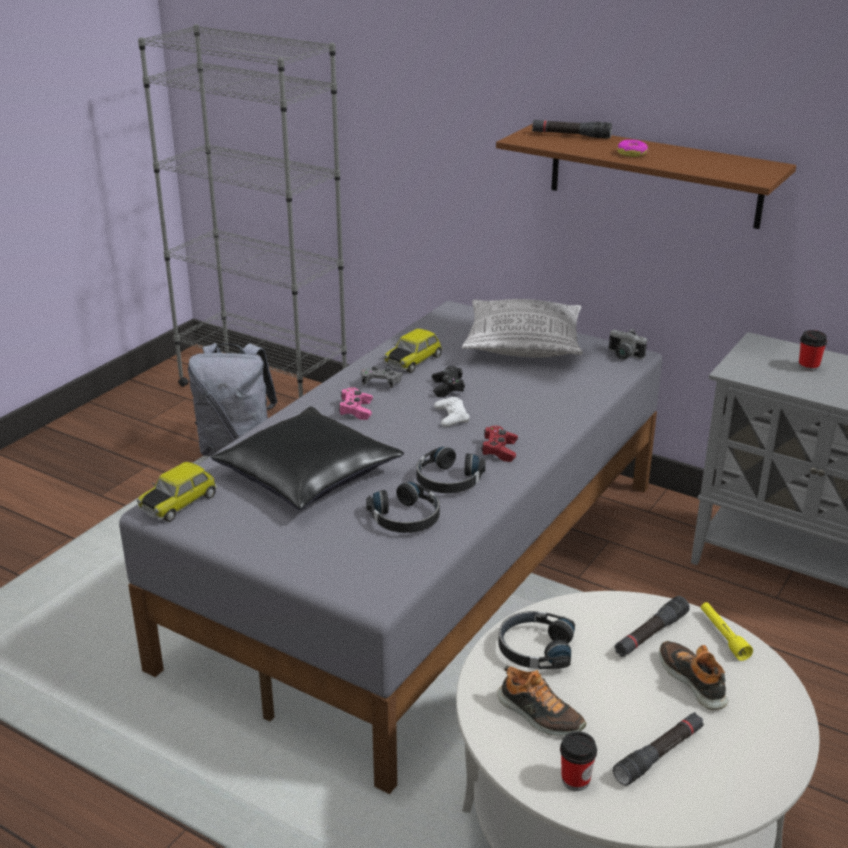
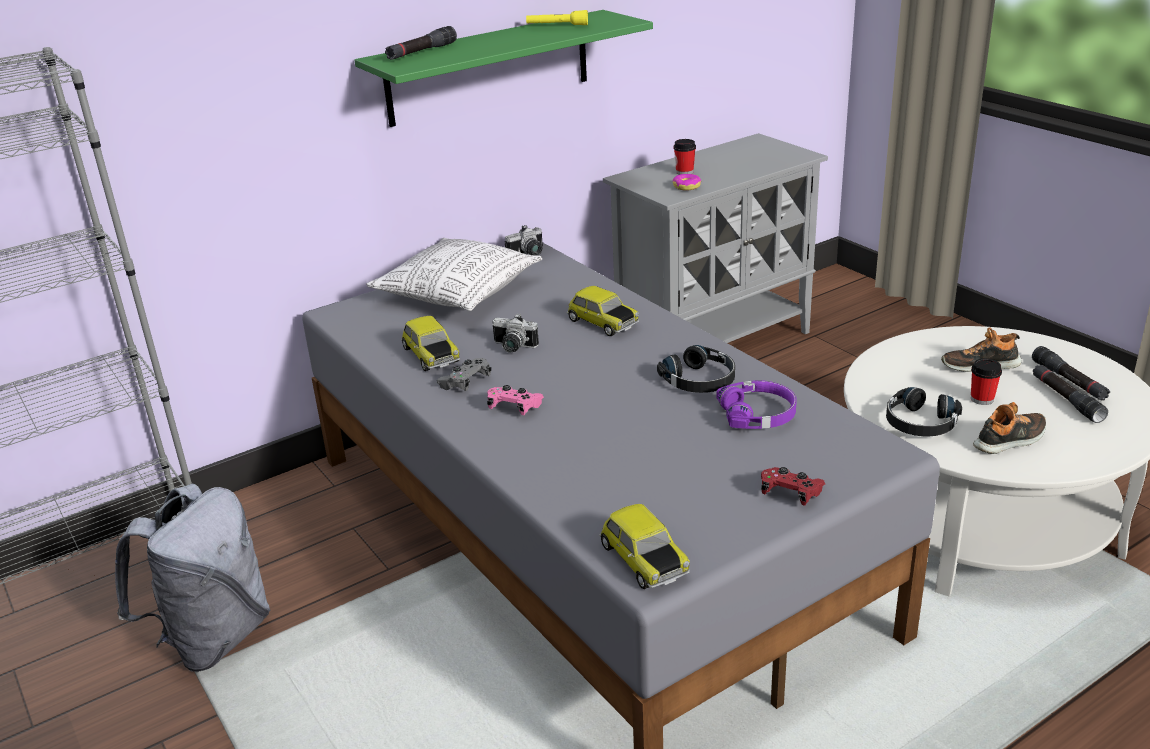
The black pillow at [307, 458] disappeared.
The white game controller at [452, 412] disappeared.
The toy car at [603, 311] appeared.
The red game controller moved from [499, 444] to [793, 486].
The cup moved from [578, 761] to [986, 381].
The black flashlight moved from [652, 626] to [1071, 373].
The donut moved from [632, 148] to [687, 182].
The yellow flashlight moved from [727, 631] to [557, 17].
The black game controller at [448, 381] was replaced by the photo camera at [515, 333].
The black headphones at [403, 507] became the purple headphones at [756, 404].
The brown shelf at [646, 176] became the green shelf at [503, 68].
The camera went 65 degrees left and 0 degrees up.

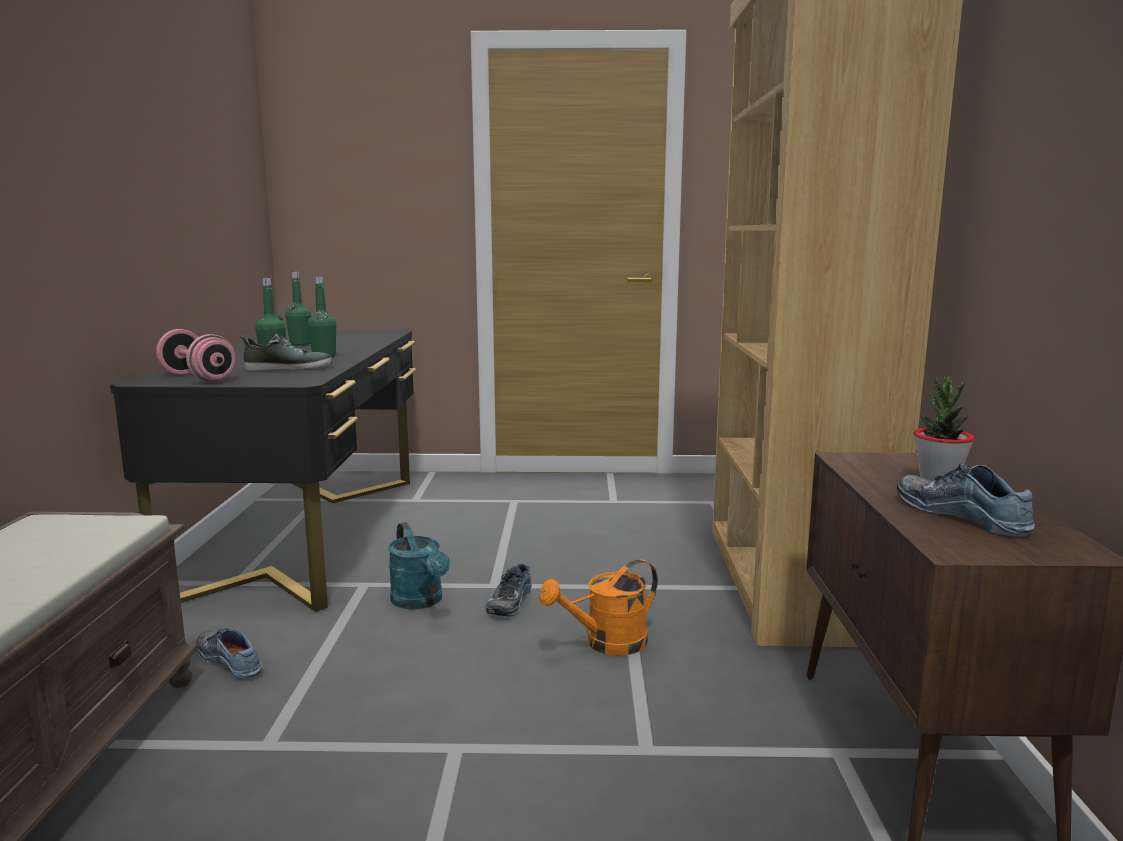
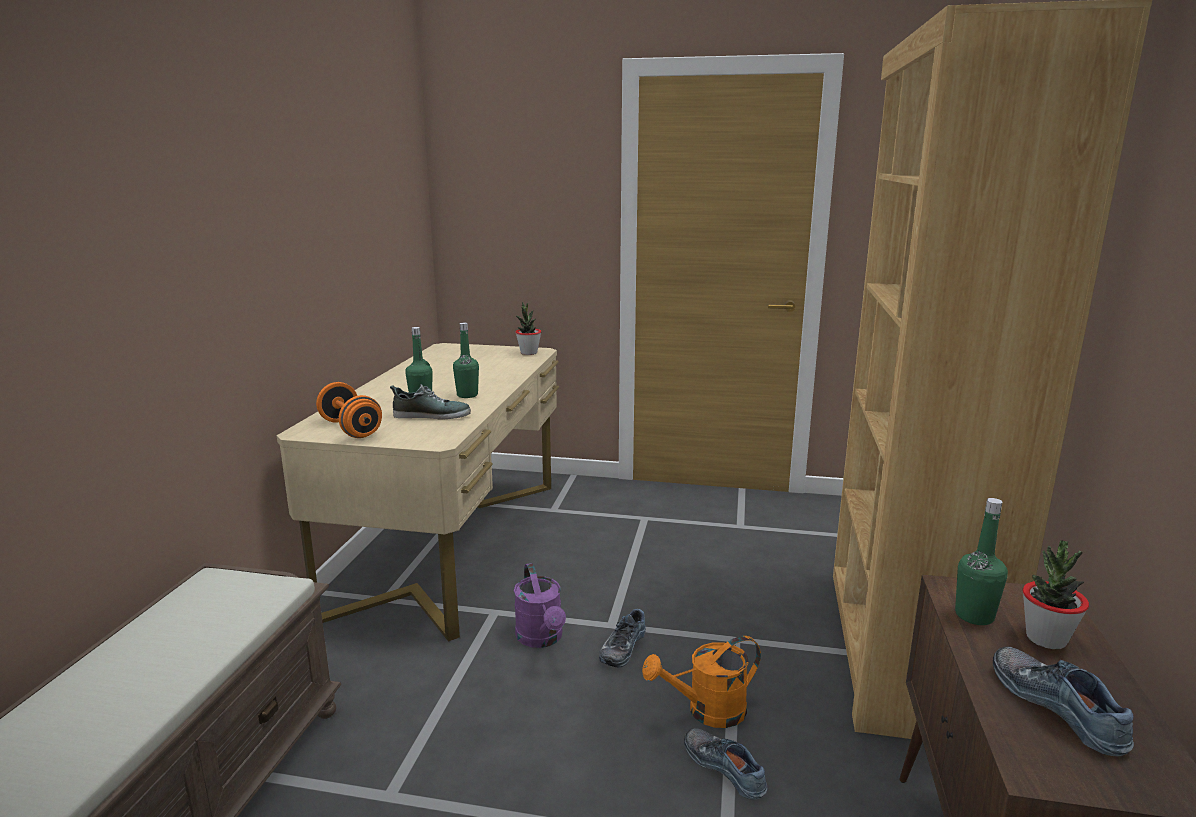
The potted plant at [528, 328] appeared.
The shoe moved from [229, 654] to [725, 764].
The green bottle moved from [298, 308] to [981, 561].
The black desk at [263, 471] became the beige desk at [418, 492].
The pink dumbbell at [195, 355] became the orange dumbbell at [349, 410].
The turquoise watering can at [419, 565] became the purple watering can at [540, 605].
The camera went 10 degrees right and 5 degrees up.

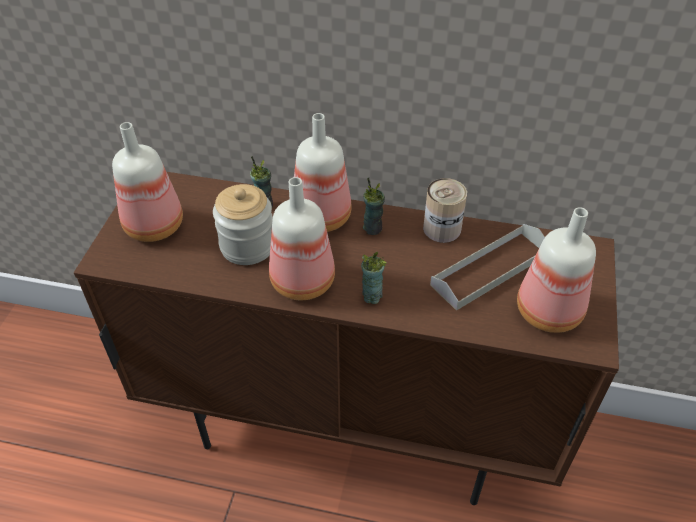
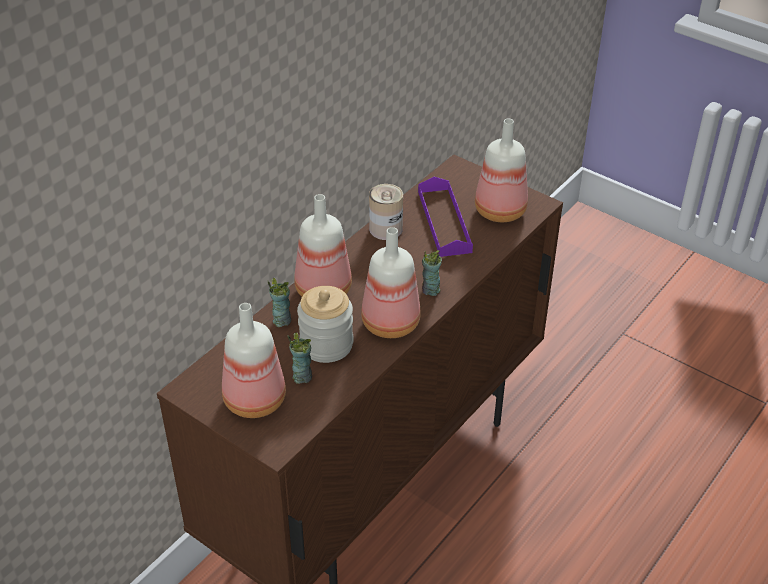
The cup moved from [374, 206] to [300, 358].
The grey tray at [487, 267] became the purple tray at [445, 217].
The camera went 65 degrees left and 5 degrees down.

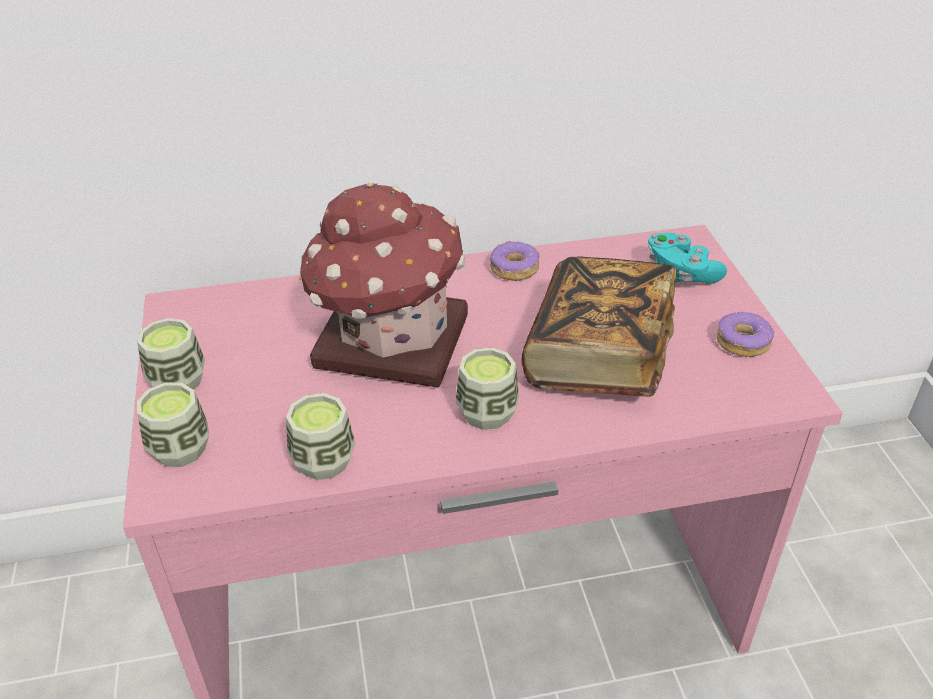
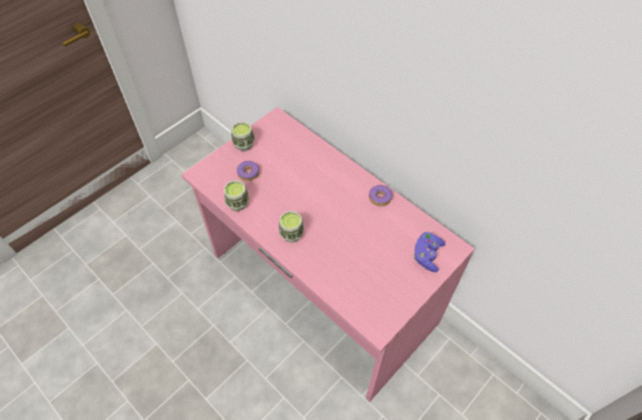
The cup at [173, 425] disappeared.
The toy house at [383, 285] disappeared.
The book at [599, 326] disappeared.
The donut moved from [745, 334] to [248, 171].
The turquoise game controller at [687, 258] became the purple game controller at [429, 252].
The camera went 55 degrees right and 15 degrees up.

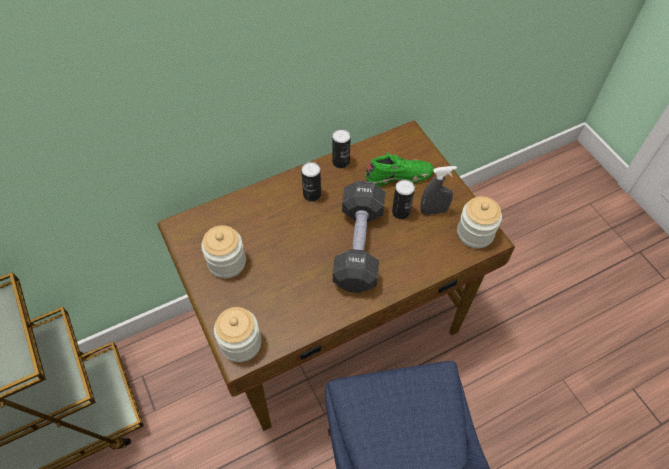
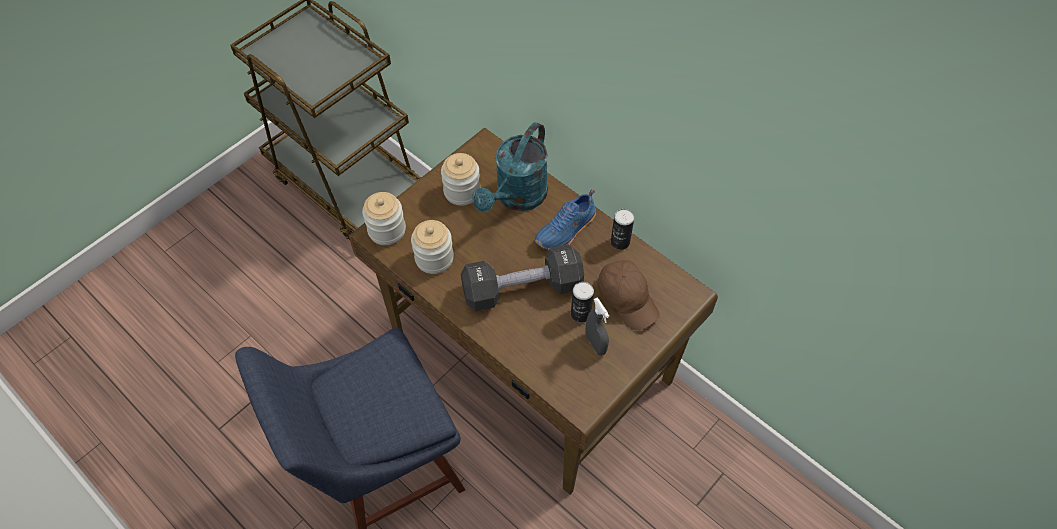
The turquoise watering can at [510, 167] appeared.
The jar moved from [479, 222] to [432, 247].
The can at [311, 182] was replaced by the blue shoe at [565, 219].
The green shoe at [400, 169] was replaced by the brown cap at [628, 295].
The camera went 70 degrees right and 0 degrees up.

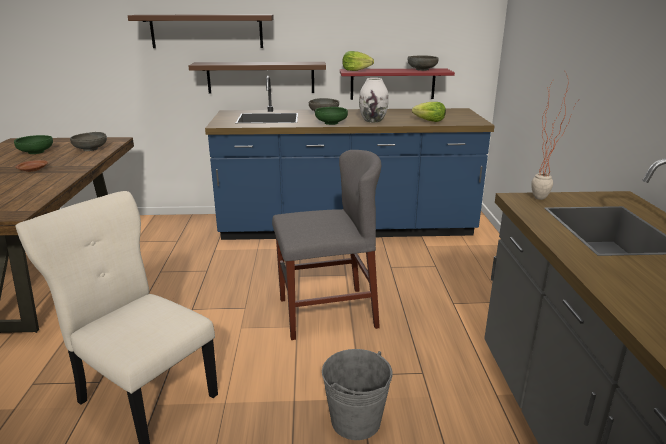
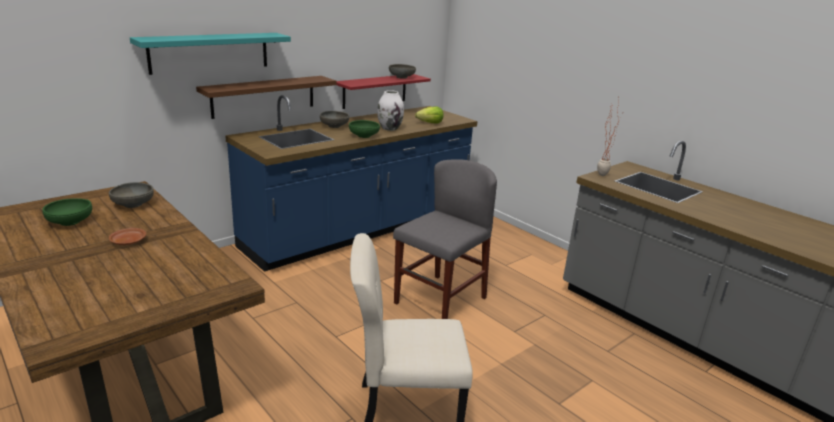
The grey bucket at [357, 394] disappeared.
The lettuce at [358, 61] disappeared.
The brown shelf at [201, 31] became the turquoise shelf at [210, 54].
The camera went 40 degrees left and 0 degrees up.

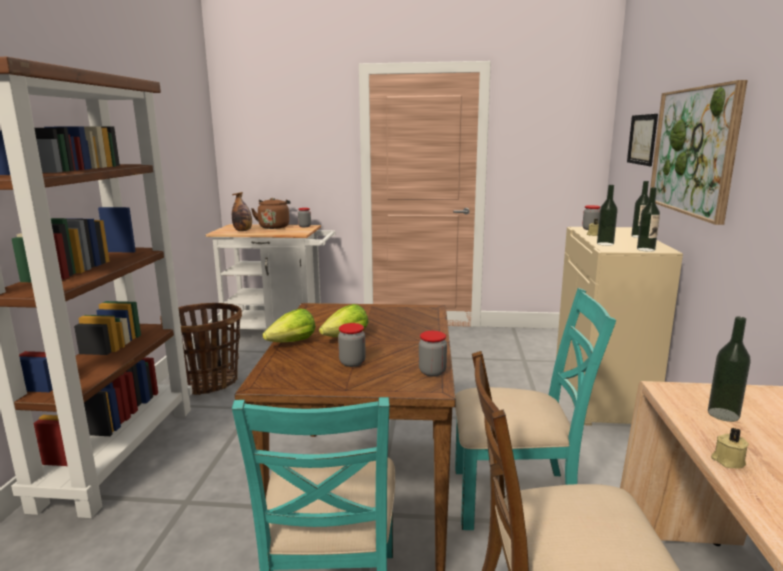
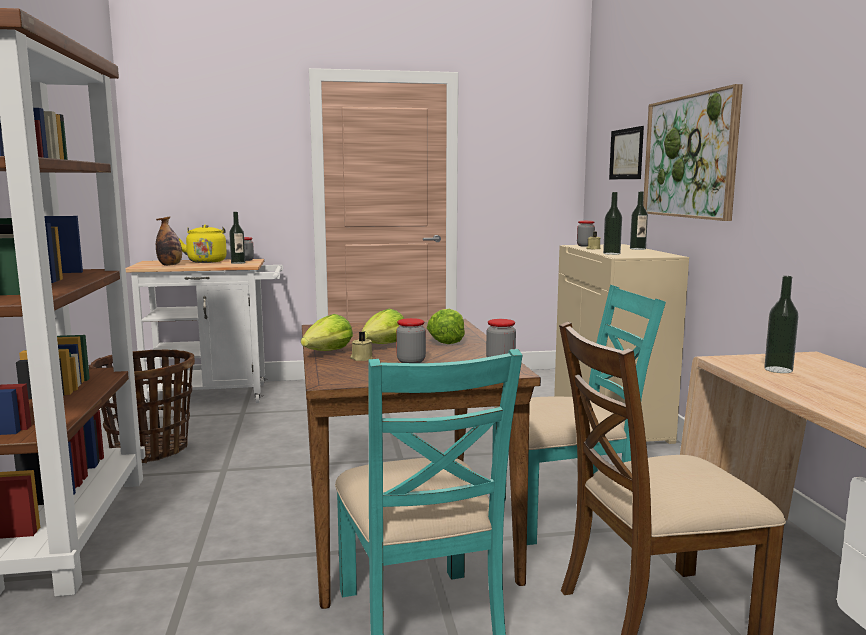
The lettuce at [446, 326] appeared.
The bottle moved from [648, 219] to [237, 238].
The beige candle moved from [730, 448] to [361, 346].
The brown kettle at [270, 213] became the yellow kettle at [203, 244].
The camera went 15 degrees left and 5 degrees down.

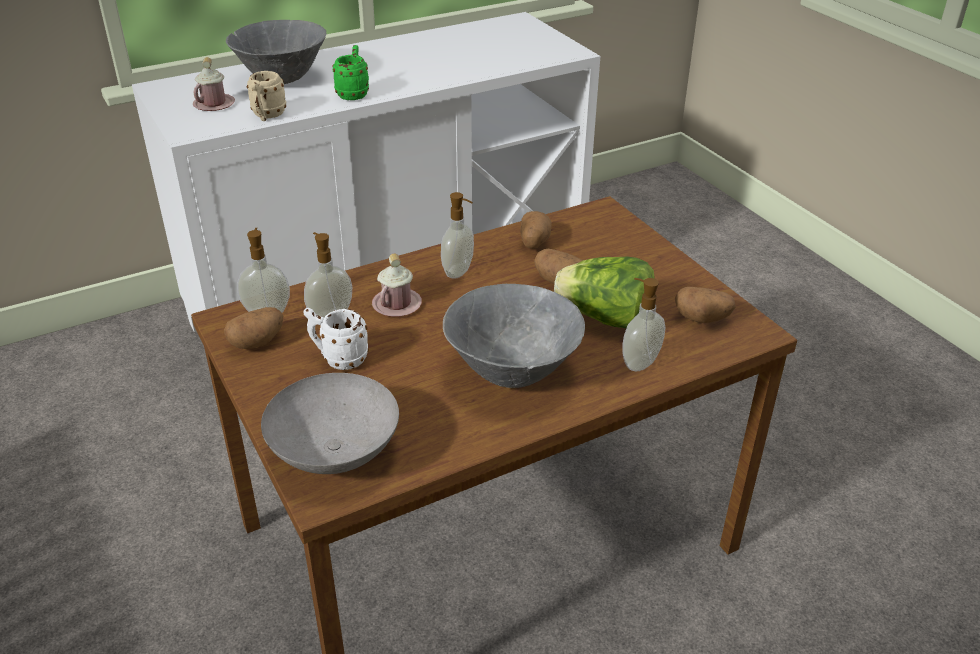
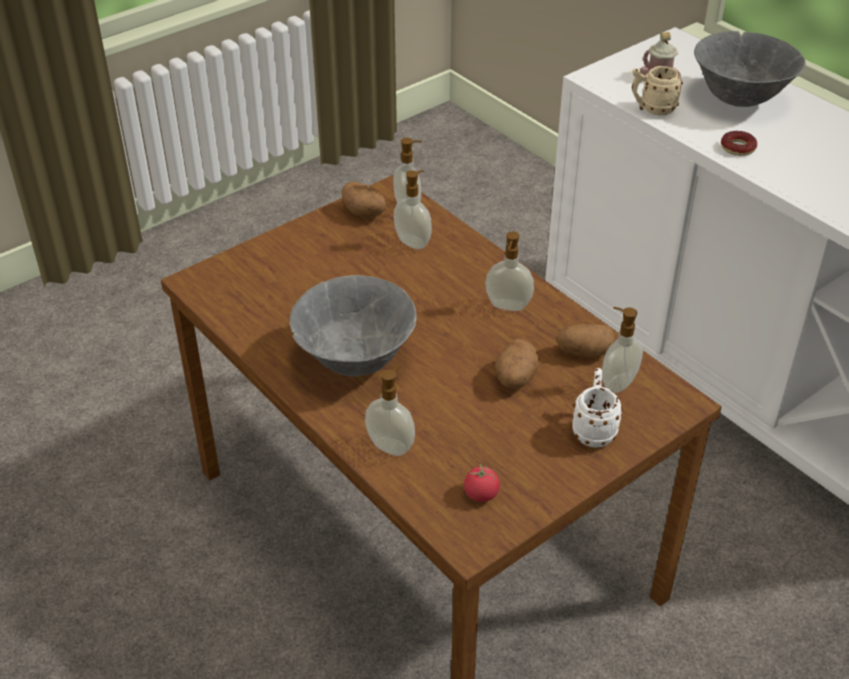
The grey bowl at [330, 423] disappeared.
The pink mug at [397, 285] disappeared.
The lettuce at [604, 292] disappeared.
The soap dispenser at [622, 350] appeared.
The white mug moved from [336, 339] to [597, 407].
The green mug at [350, 72] was replaced by the donut at [739, 143].
The potato at [705, 305] was replaced by the tomato at [482, 483].
The camera went 80 degrees right and 5 degrees up.

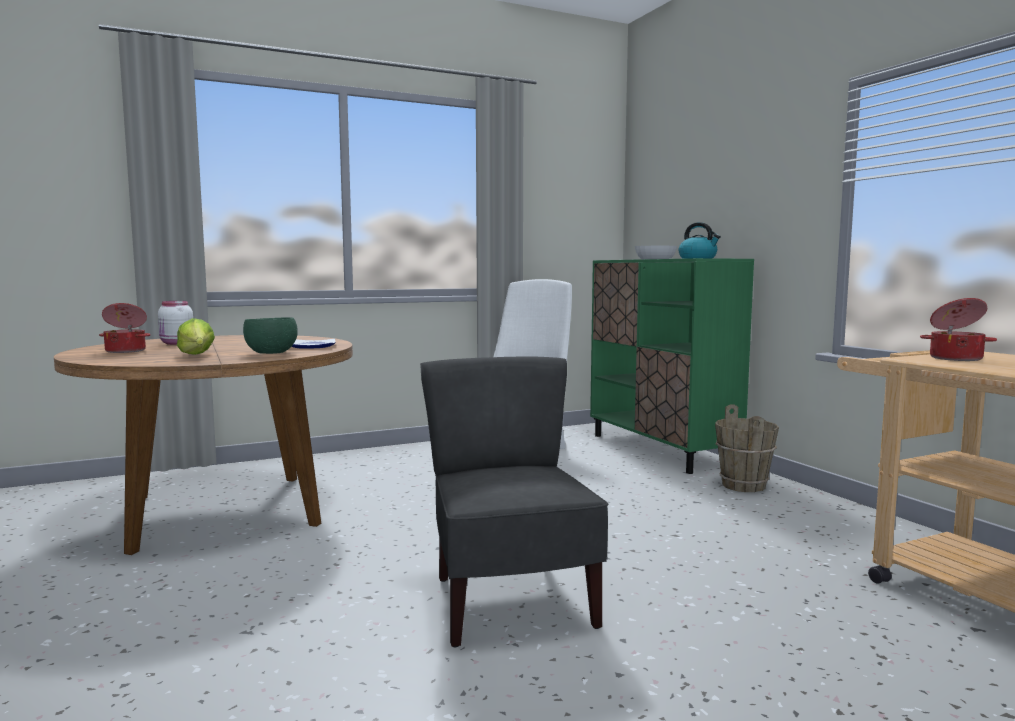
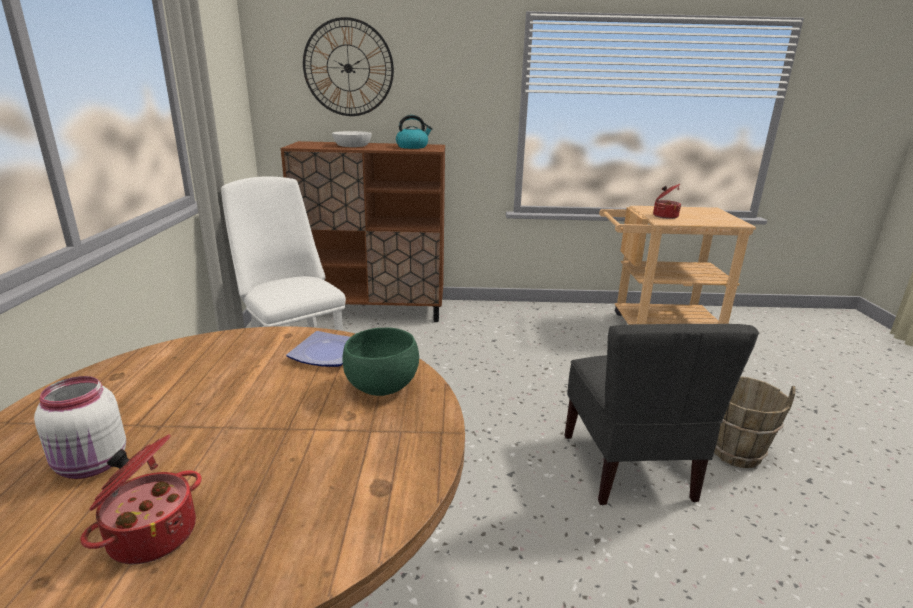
The lettuce at [196, 336] disappeared.
The wall clock at [348, 66] appeared.
The brown bucket moved from [747, 448] to [755, 422].
The green cabinet at [672, 366] became the brown cabinet at [363, 231].
The grey chair at [514, 502] turned 105 degrees counterclockwise.
The camera went 65 degrees left and 15 degrees up.

